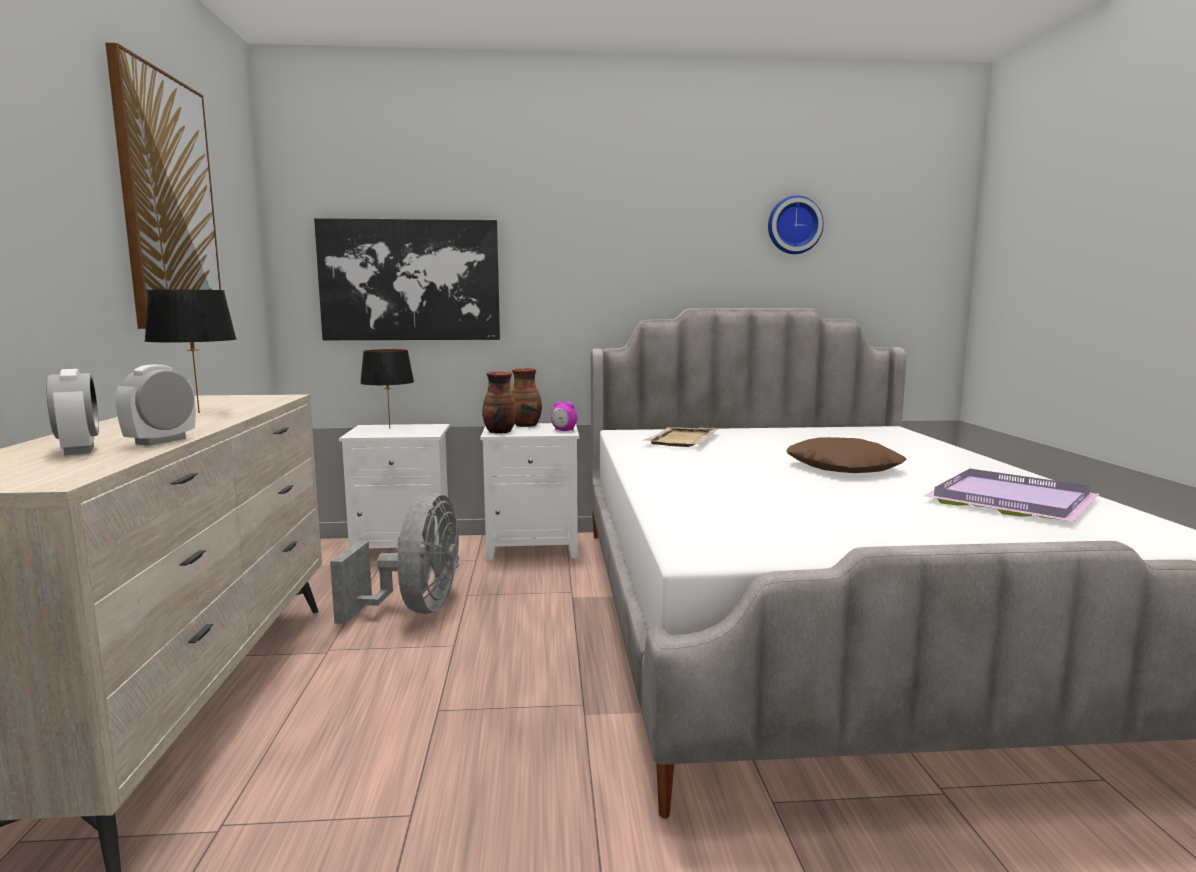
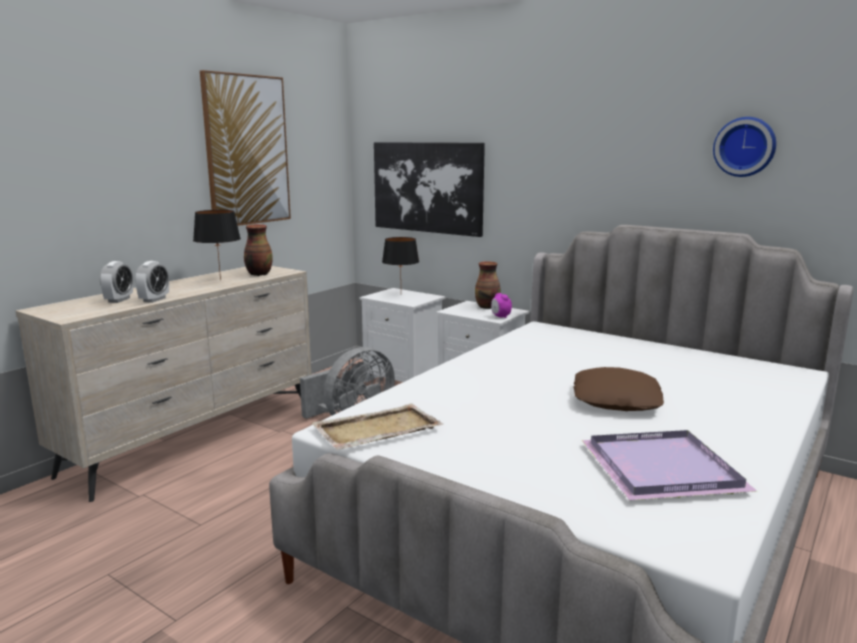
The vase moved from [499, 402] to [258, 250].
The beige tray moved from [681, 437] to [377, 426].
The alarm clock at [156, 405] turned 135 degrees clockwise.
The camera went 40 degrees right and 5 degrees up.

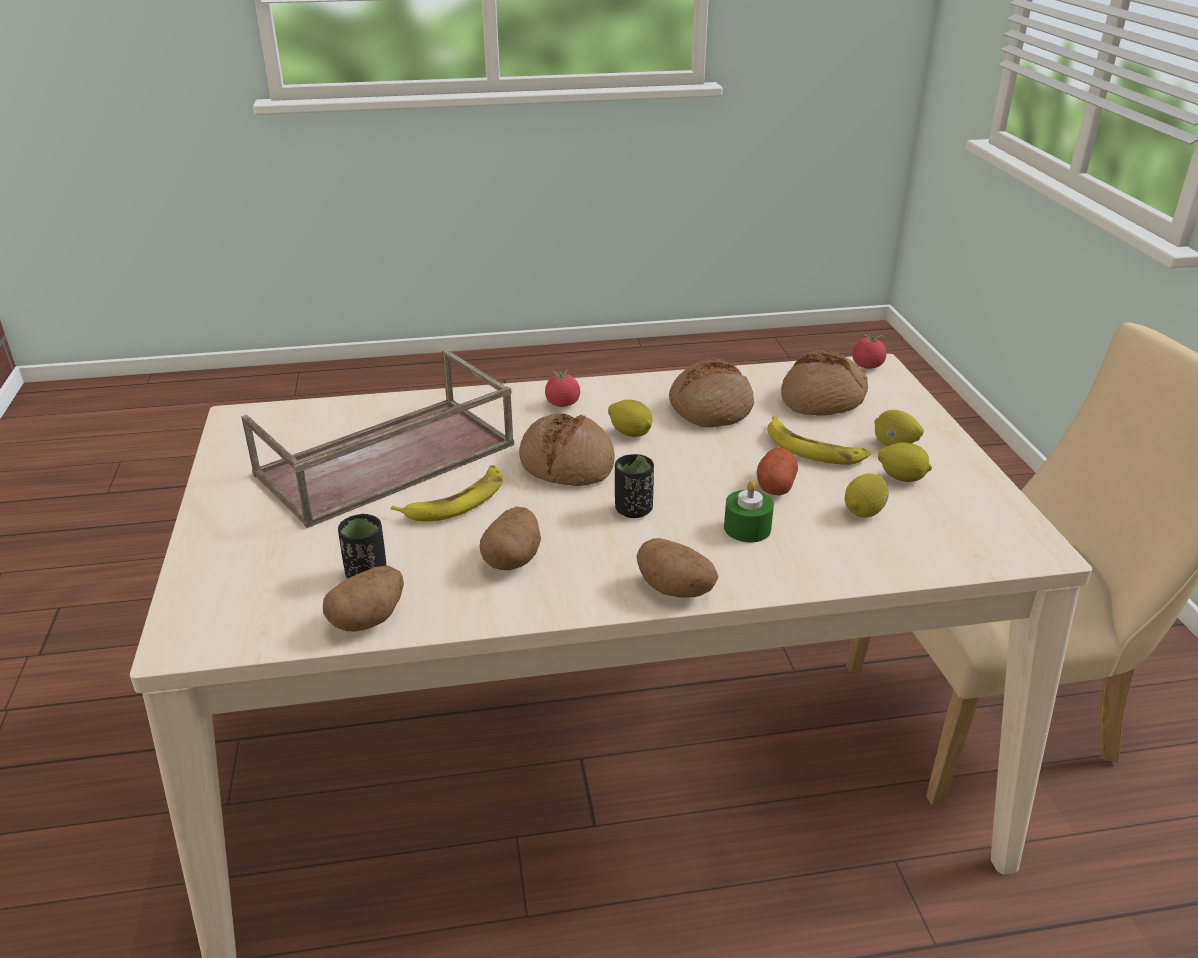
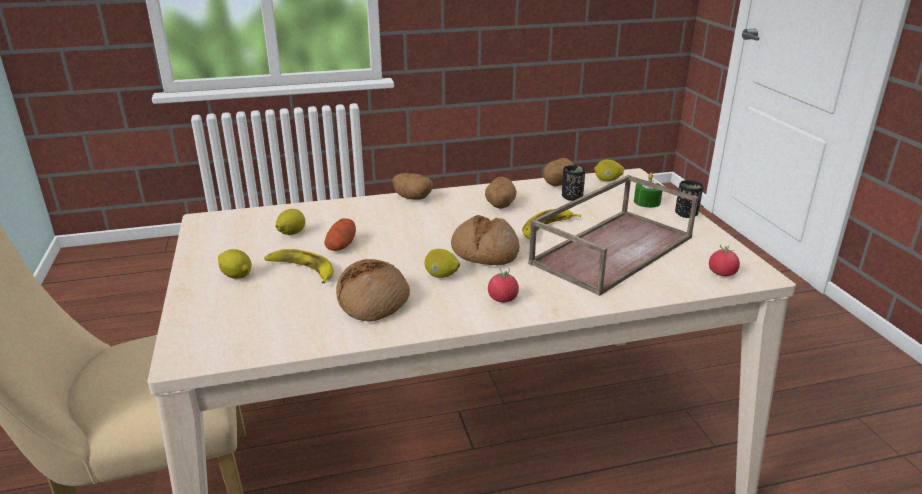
The bread at [824, 383] disappeared.
The black cup moved from [634, 486] to [689, 199].
The green candle moved from [749, 511] to [648, 190].
The tomato moved from [869, 352] to [724, 260].
The lemon moved from [905, 462] to [609, 171].
The camera went 175 degrees right and 5 degrees down.

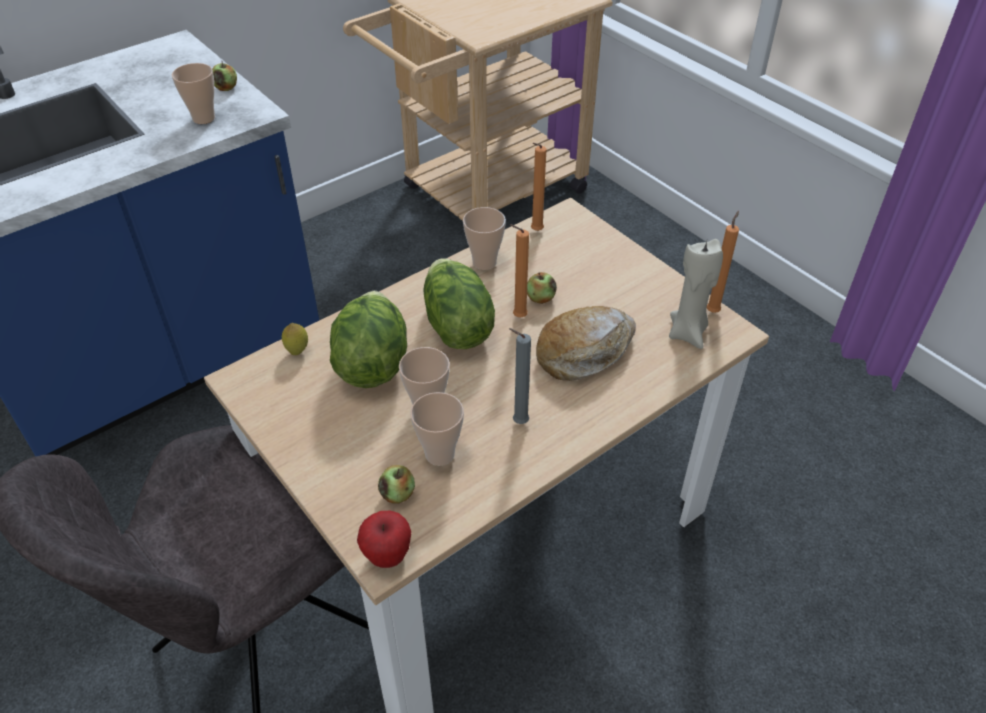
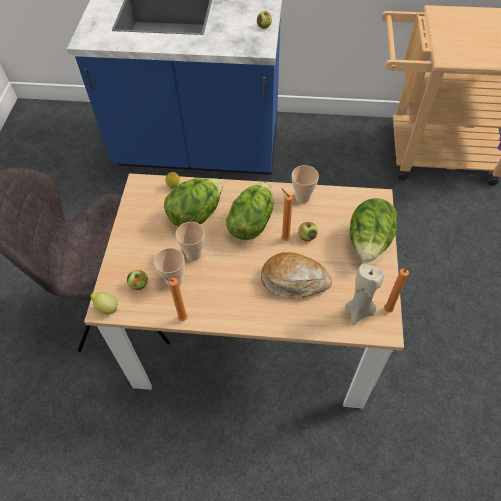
The cup at [193, 93] disappeared.
The grey candle at [520, 376] disappeared.
The lettuce at [373, 230] appeared.
The orange candle moved from [539, 187] to [175, 298].
The apple at [384, 539] was replaced by the lemon at [104, 303].
The camera went 45 degrees right and 10 degrees up.

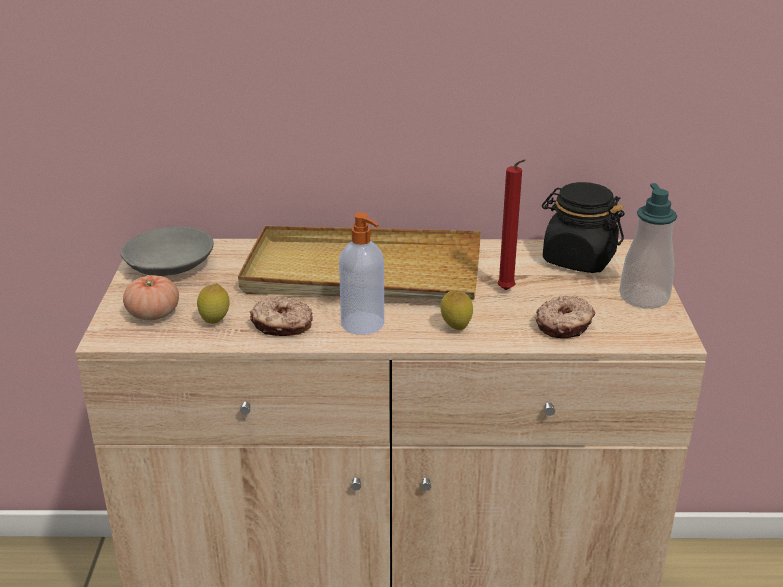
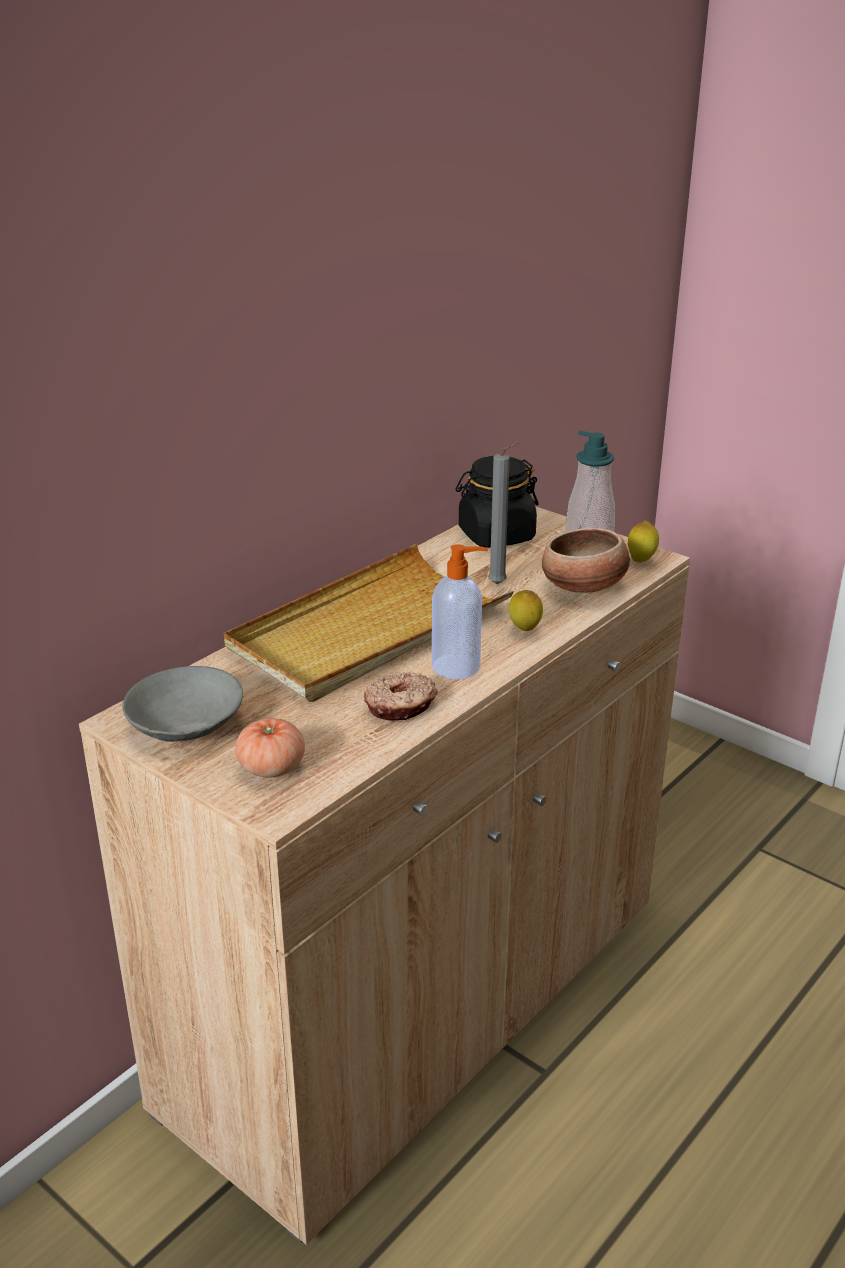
The lemon moved from [213, 303] to [643, 541].
The donut at [565, 317] was replaced by the bowl at [586, 560].
The red candle at [511, 224] became the grey candle at [503, 513].
The camera went 50 degrees left and 0 degrees up.

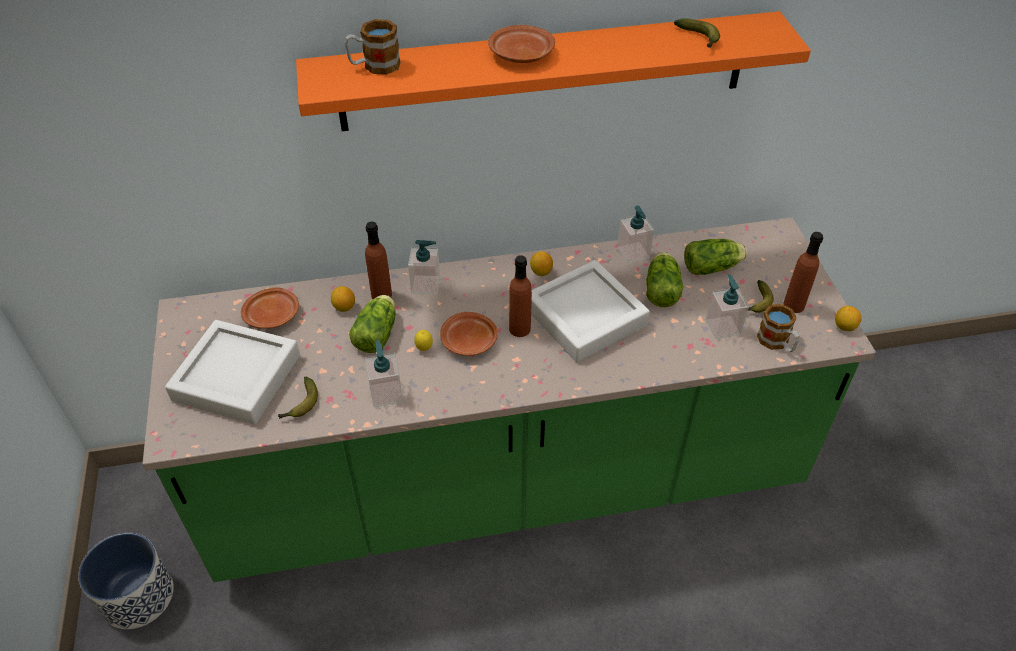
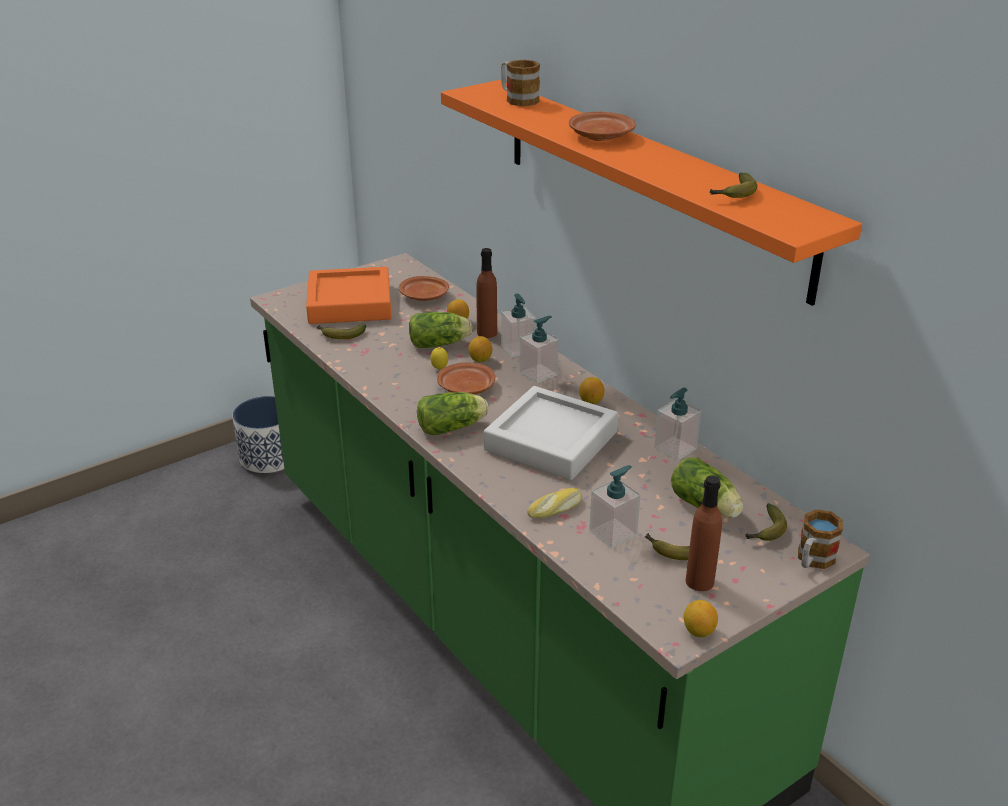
The brown bottle at [520, 296] disappeared.
The lemon at [480, 349] appeared.
The bread at [554, 503] appeared.
The banana at [766, 522] appeared.
The soap dispenser moved from [384, 374] to [539, 349].
The lettuce moved from [664, 279] to [453, 413].
The mug moved from [778, 328] to [820, 539].
The grey tray at [232, 372] became the orange tray at [348, 295].
The camera went 65 degrees right and 15 degrees down.

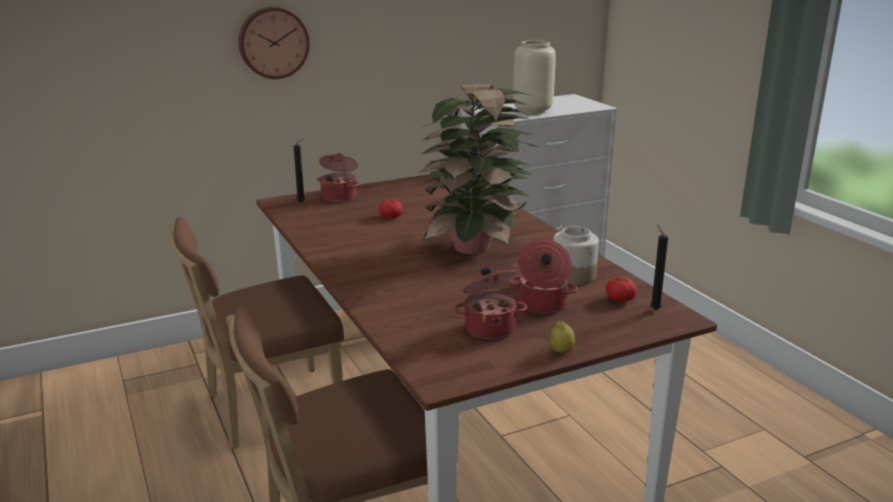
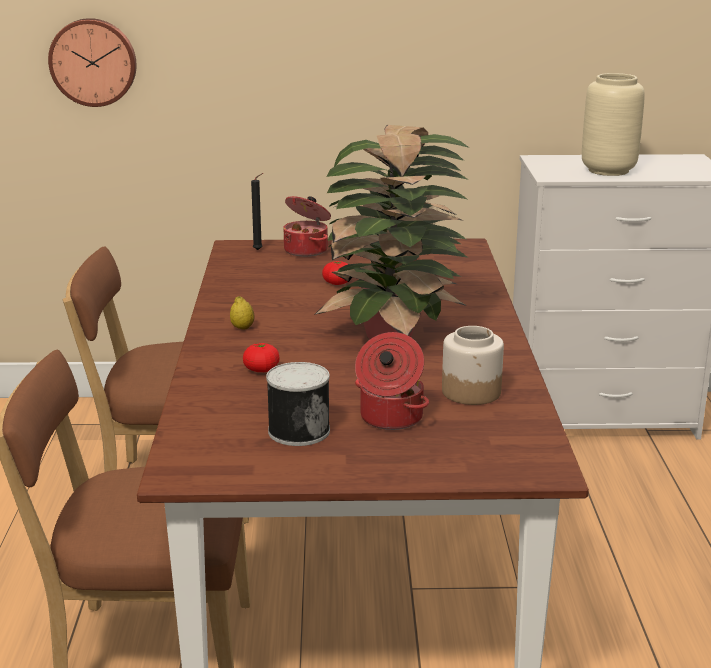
The black candle at [659, 267] disappeared.
The wall clock moved from [274, 43] to [92, 62].
The lemon moved from [562, 337] to [242, 313].
The tomato moved from [621, 289] to [261, 357].
The cooking pot at [490, 303] was replaced by the can at [298, 404].
The camera went 25 degrees right and 0 degrees up.

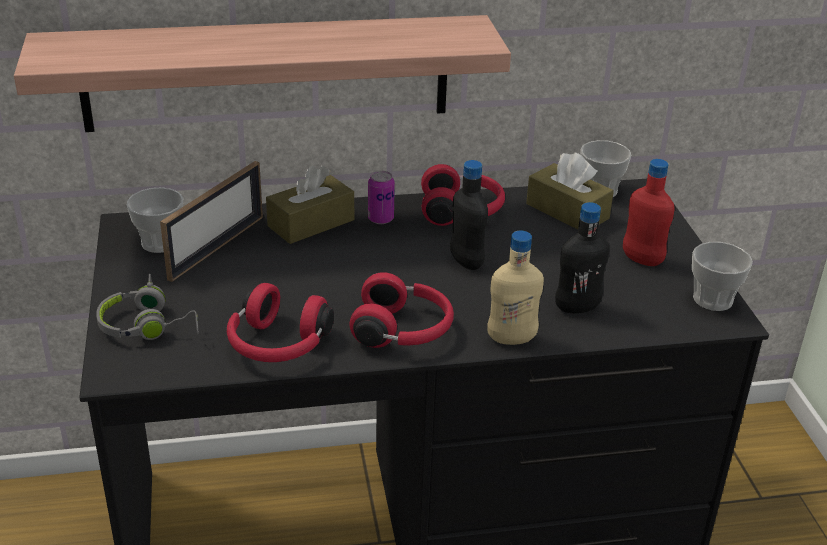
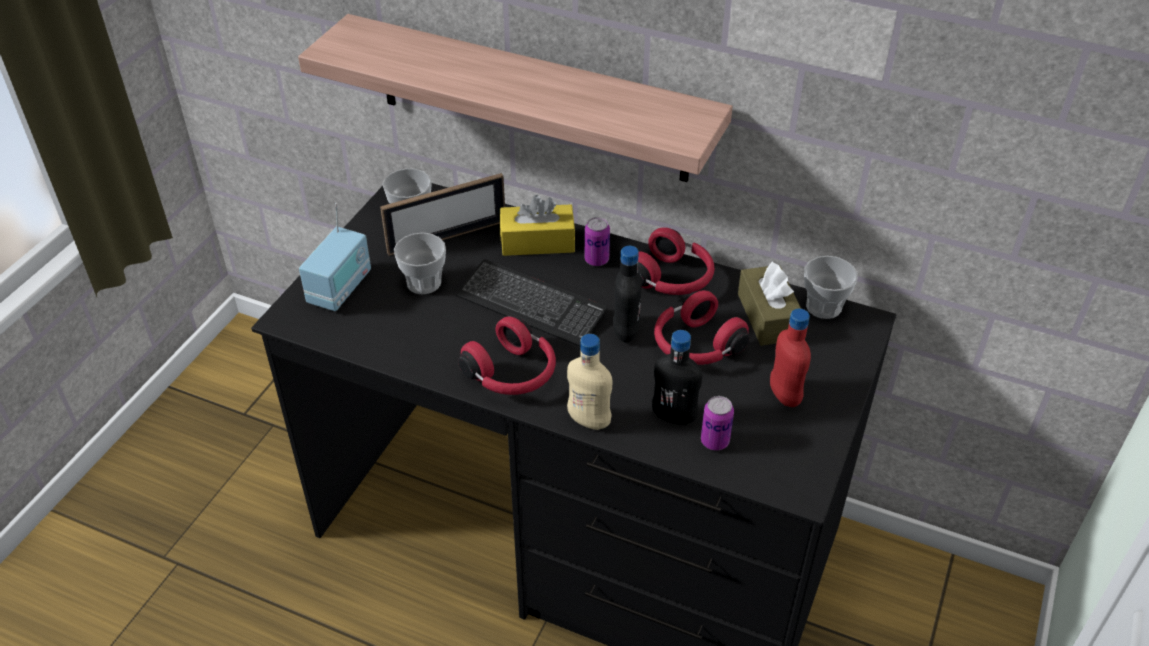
The keyboard at [531, 303] appeared.
The can at [717, 423] appeared.
The red headphones moved from [280, 322] to [702, 327].
The cup moved from [722, 276] to [420, 263].
The grey headphones at [147, 307] was replaced by the radio at [335, 257].
The brown tissue box at [310, 204] became the yellow tissue box at [537, 225].
The camera went 35 degrees right and 10 degrees up.

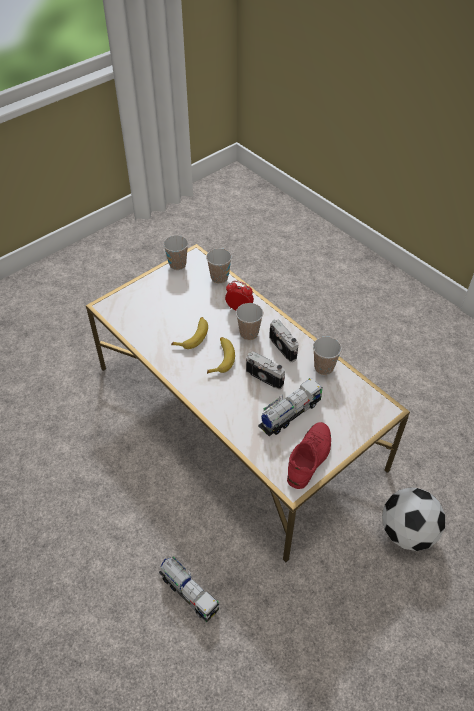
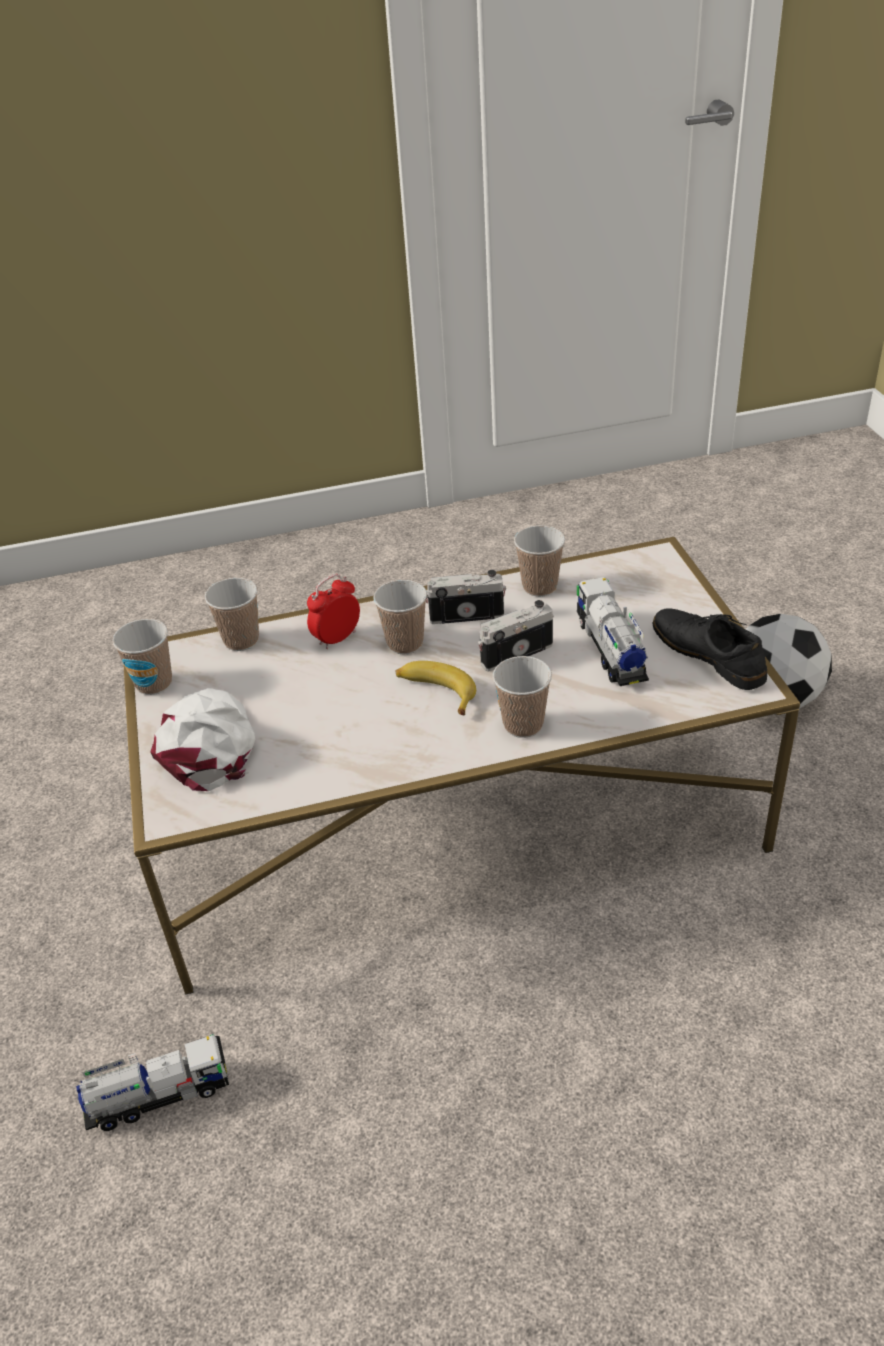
The banana at [189, 333] disappeared.
The white cap at [202, 739] appeared.
The cup at [522, 697] appeared.
The toy truck moved from [189, 589] to [152, 1082].
The red shoe at [309, 455] became the black shoe at [710, 649].
The camera went 60 degrees left and 10 degrees down.

